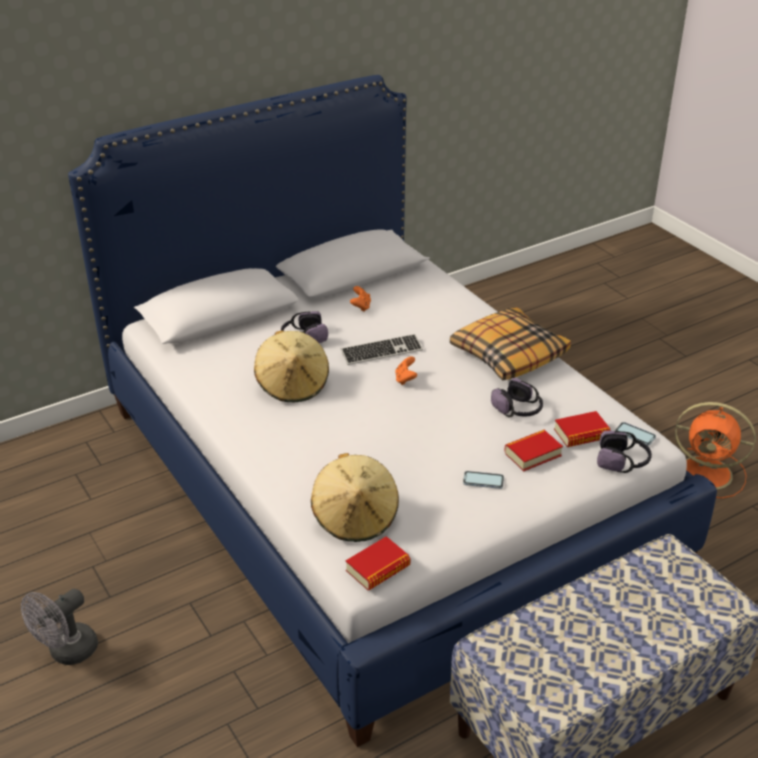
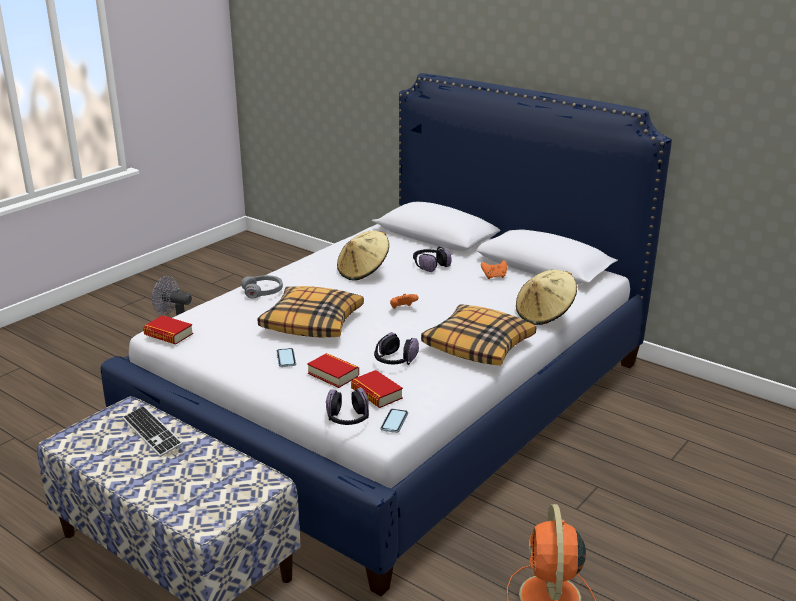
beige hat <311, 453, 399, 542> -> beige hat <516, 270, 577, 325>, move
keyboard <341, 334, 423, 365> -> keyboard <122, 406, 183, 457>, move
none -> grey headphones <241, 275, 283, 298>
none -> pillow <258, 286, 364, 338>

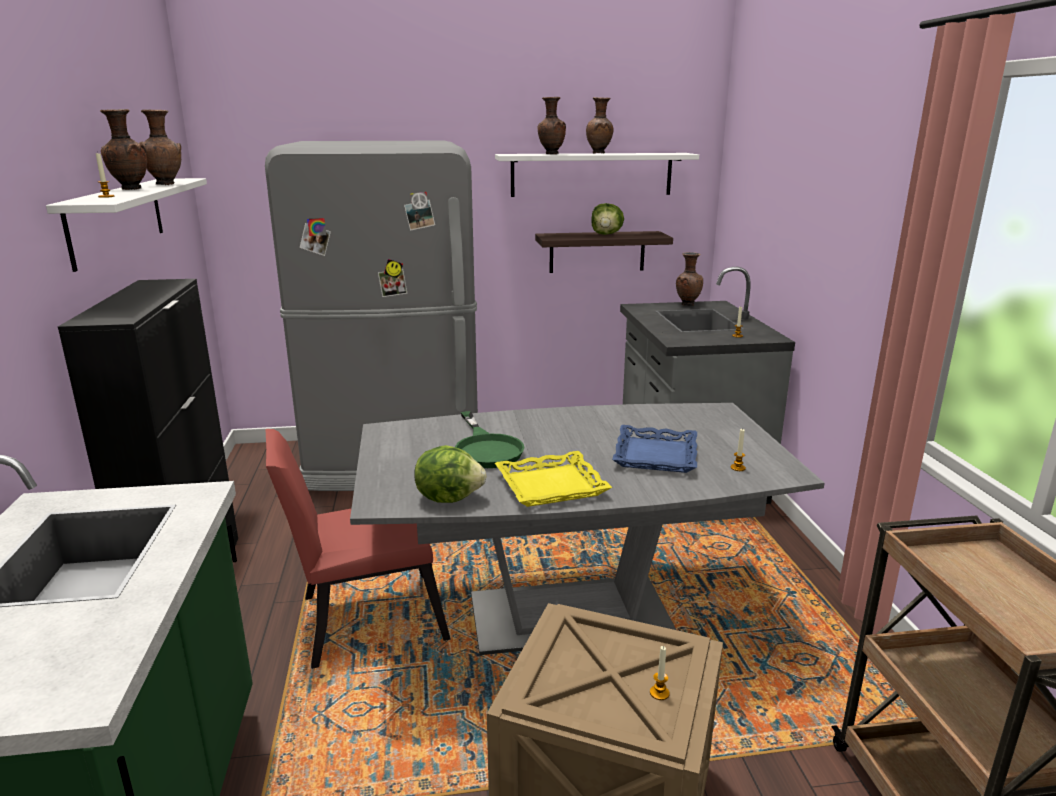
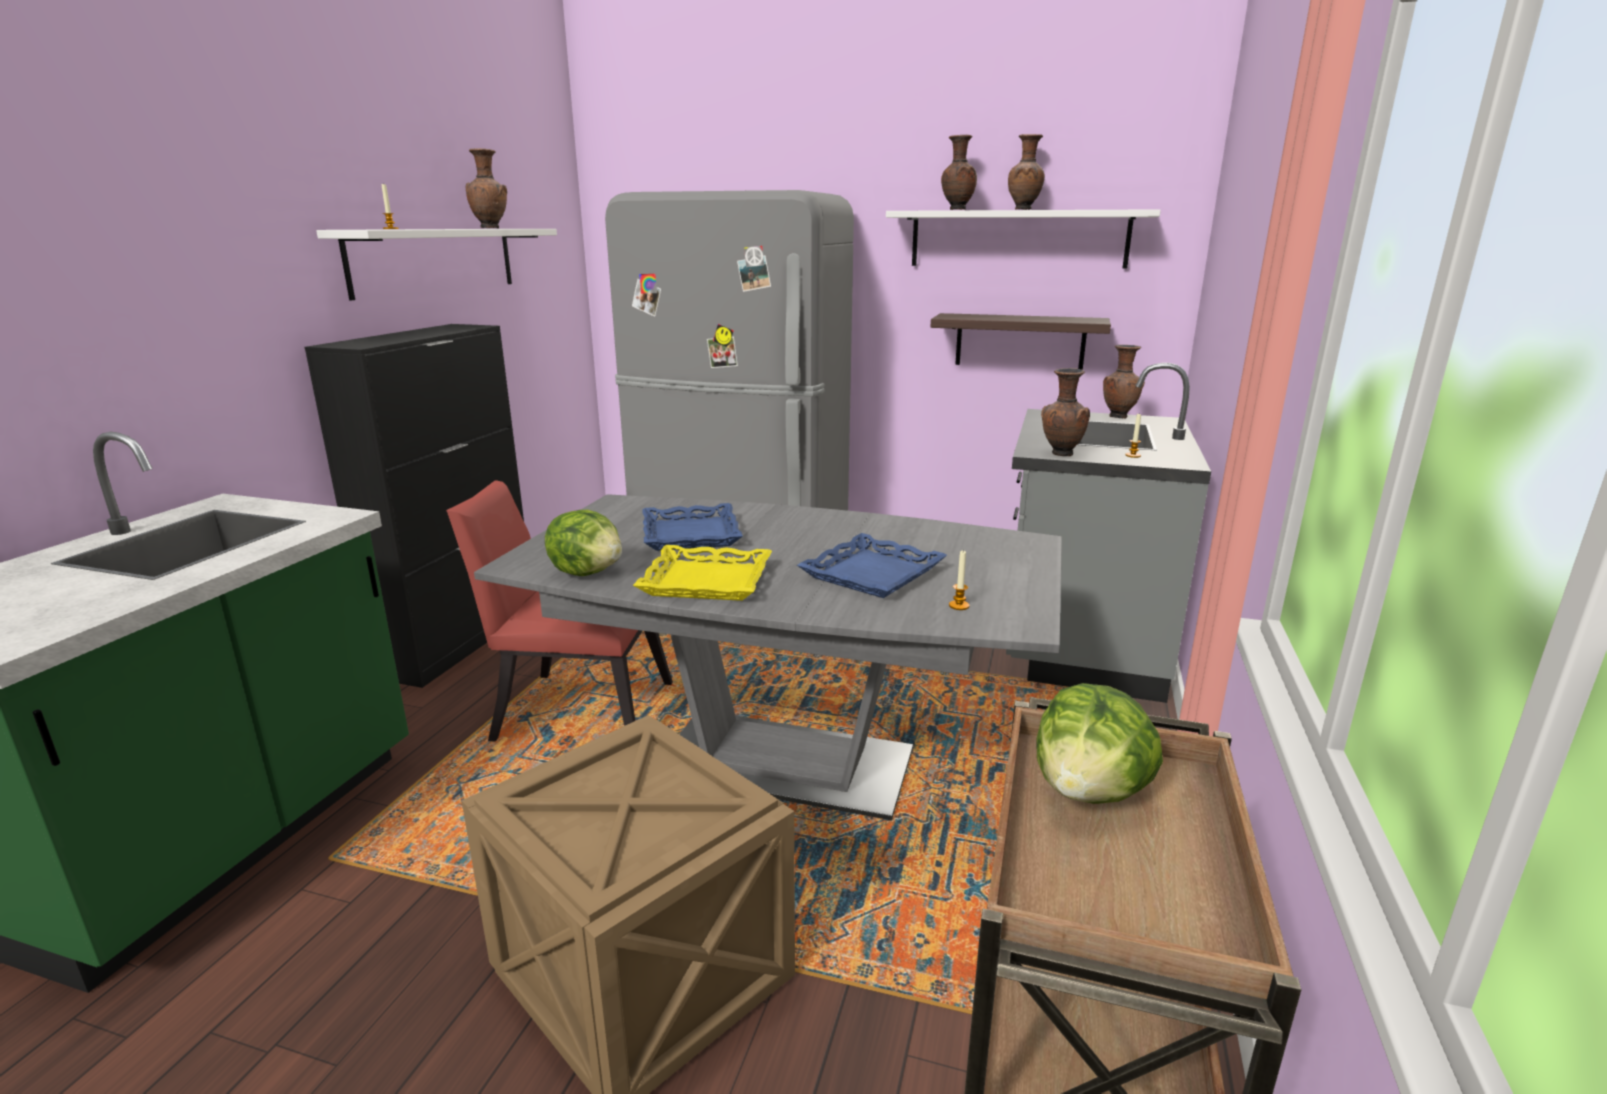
brown vase <100, 109, 147, 190> -> brown vase <1041, 368, 1090, 456>, move
green frying pan <455, 411, 525, 468> -> blue tray <642, 503, 743, 551>
lettuce <591, 203, 624, 235> -> lettuce <1036, 683, 1163, 804>, move
candle <650, 646, 670, 700> -> none

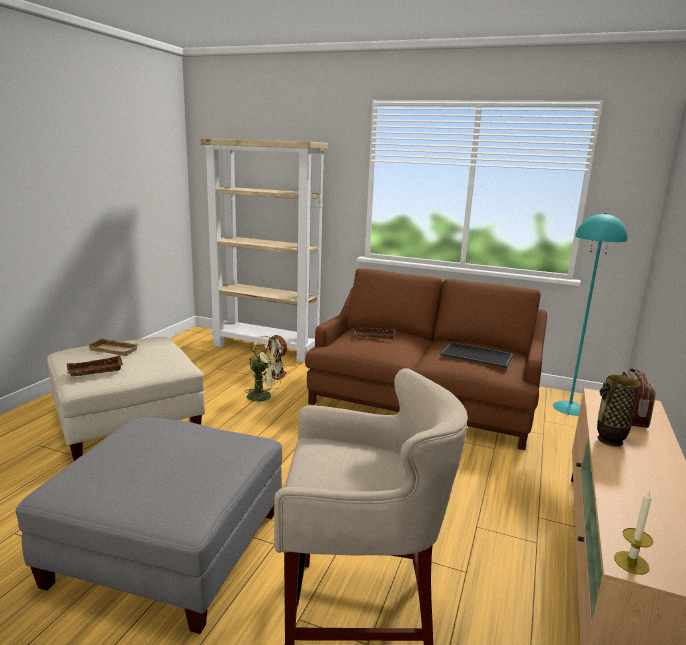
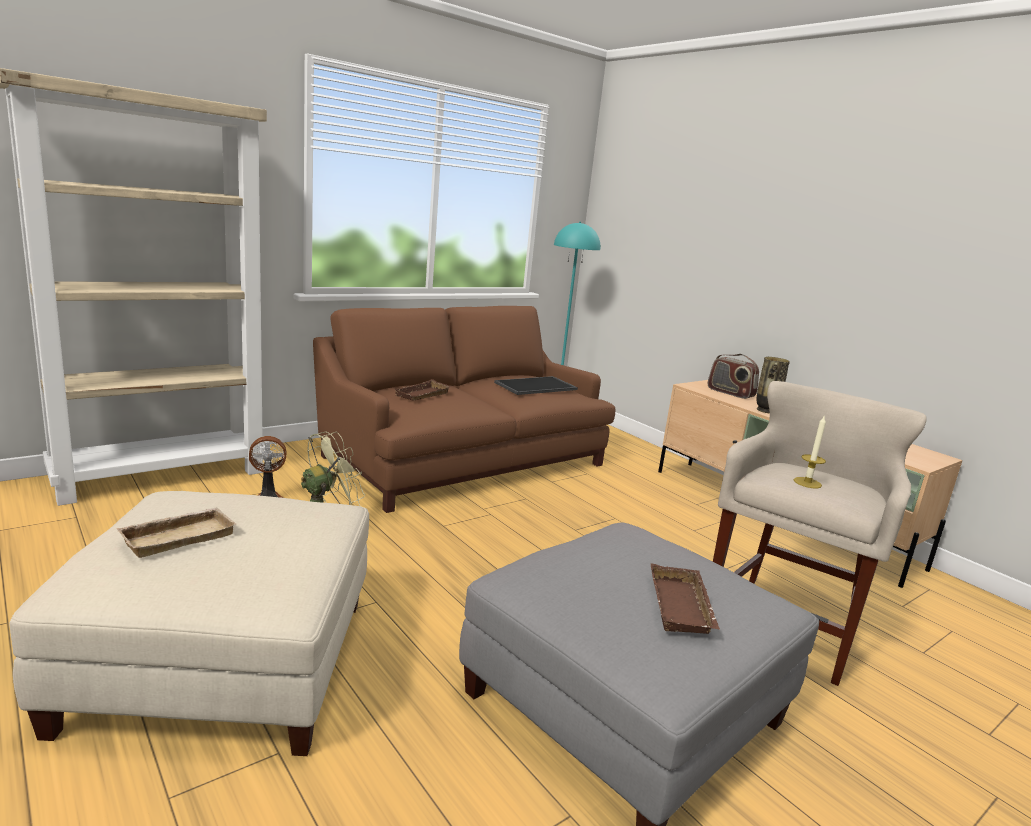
brown tray <67, 355, 123, 377> -> brown tray <651, 564, 720, 634>, move
candle <614, 490, 653, 575> -> candle <794, 415, 826, 488>, move

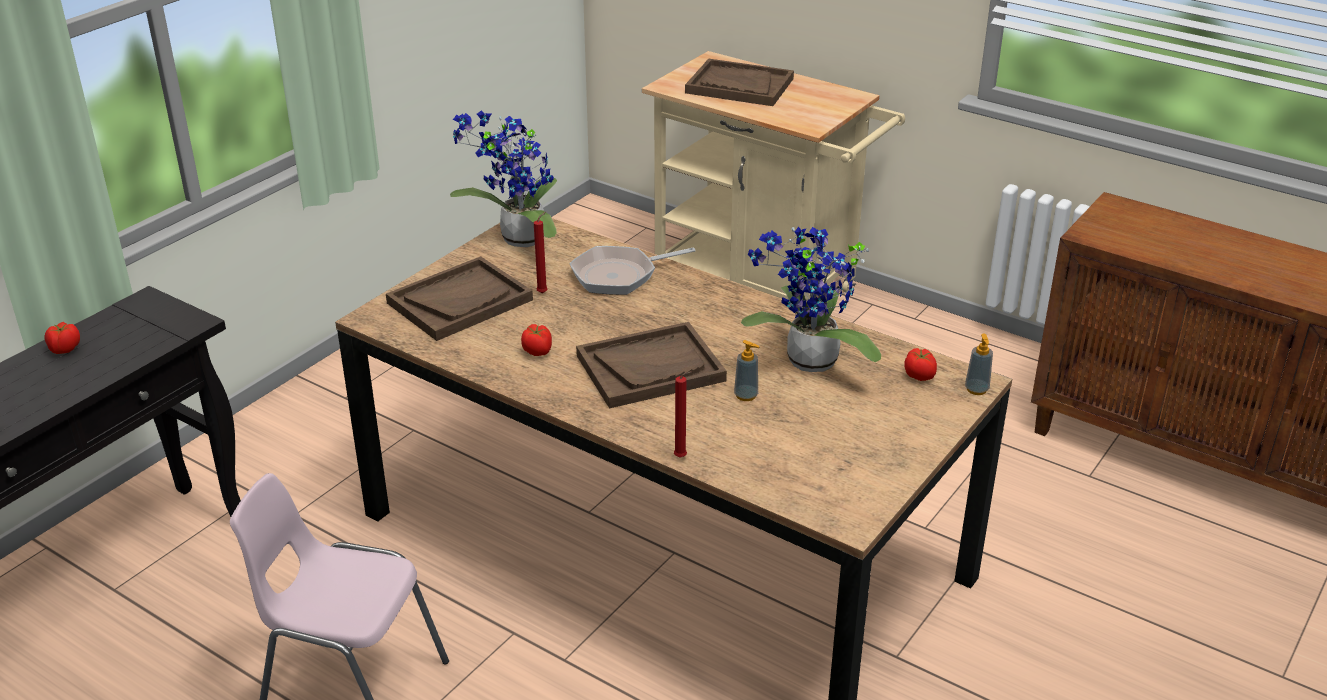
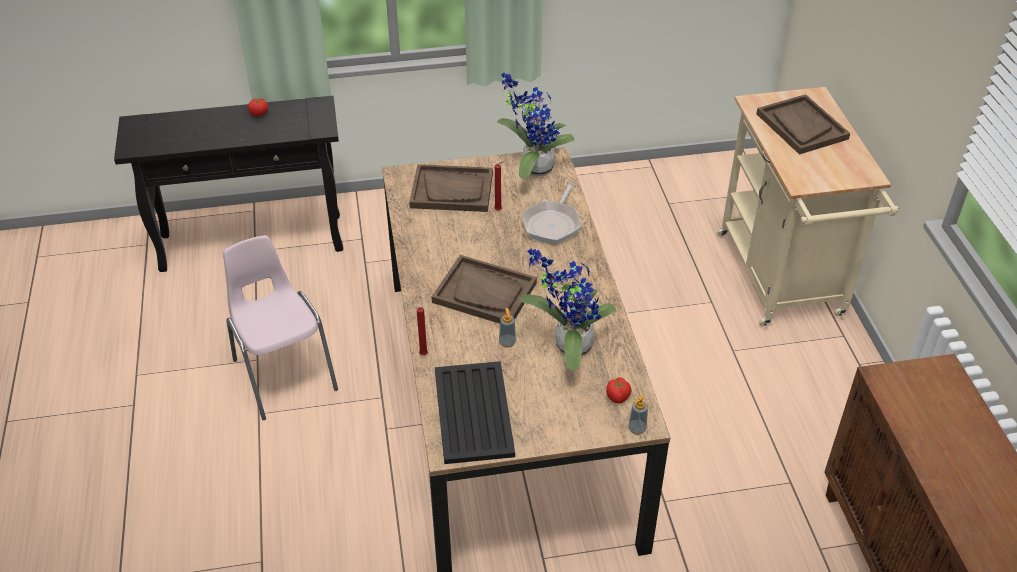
tomato <521, 324, 552, 356> -> none
frying pan <569, 246, 695, 295> -> frying pan <522, 182, 581, 244>, 90 degrees counterclockwise
none -> black tray <435, 361, 515, 464>

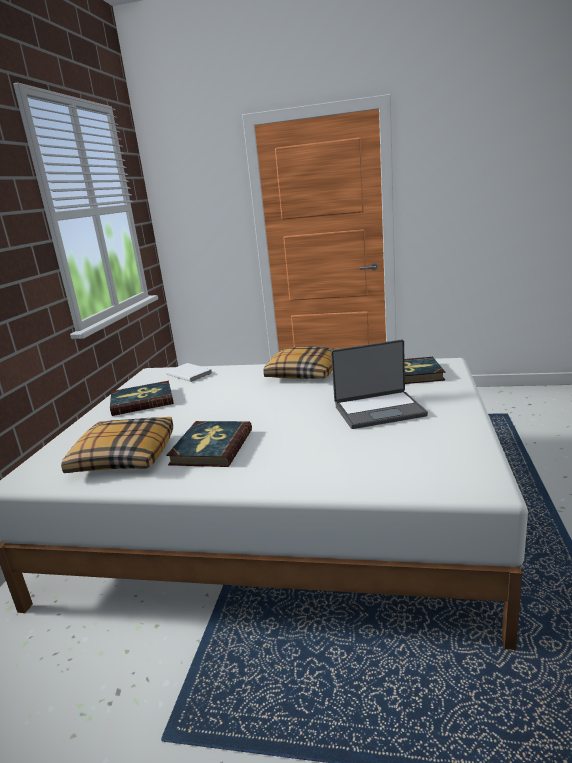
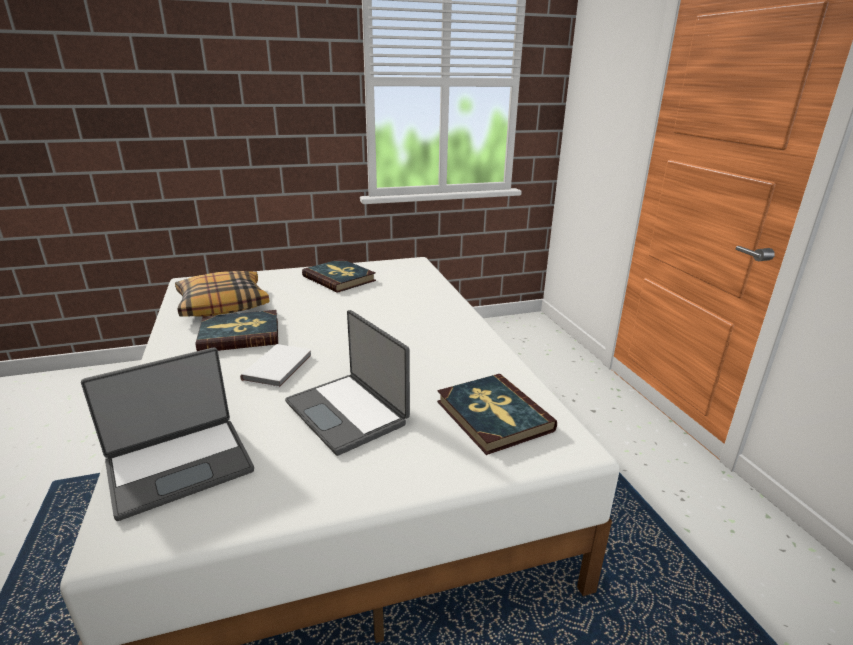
white book <166, 363, 212, 382> -> white book <240, 344, 312, 388>, move
pillow <263, 346, 339, 379> -> none
none -> laptop <81, 347, 254, 521>

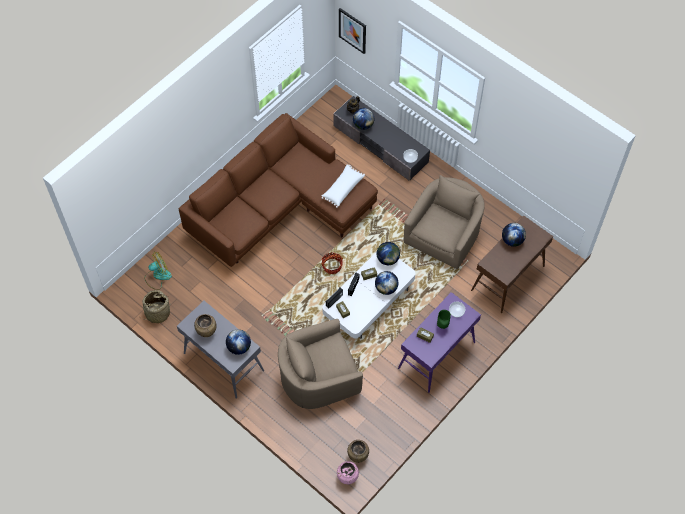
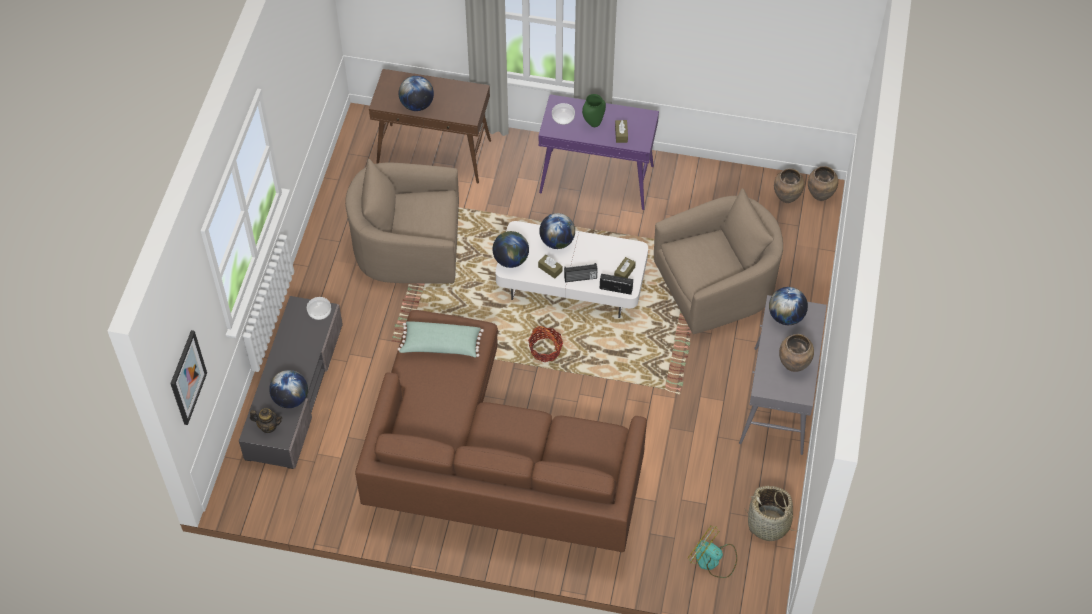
beige armchair <278, 319, 363, 409> -> beige armchair <654, 188, 783, 334>, 60 degrees counterclockwise
white pillow <322, 164, 365, 208> -> green pillow <398, 321, 484, 357>
pink vase <337, 461, 359, 484> -> brown vase <808, 166, 838, 201>

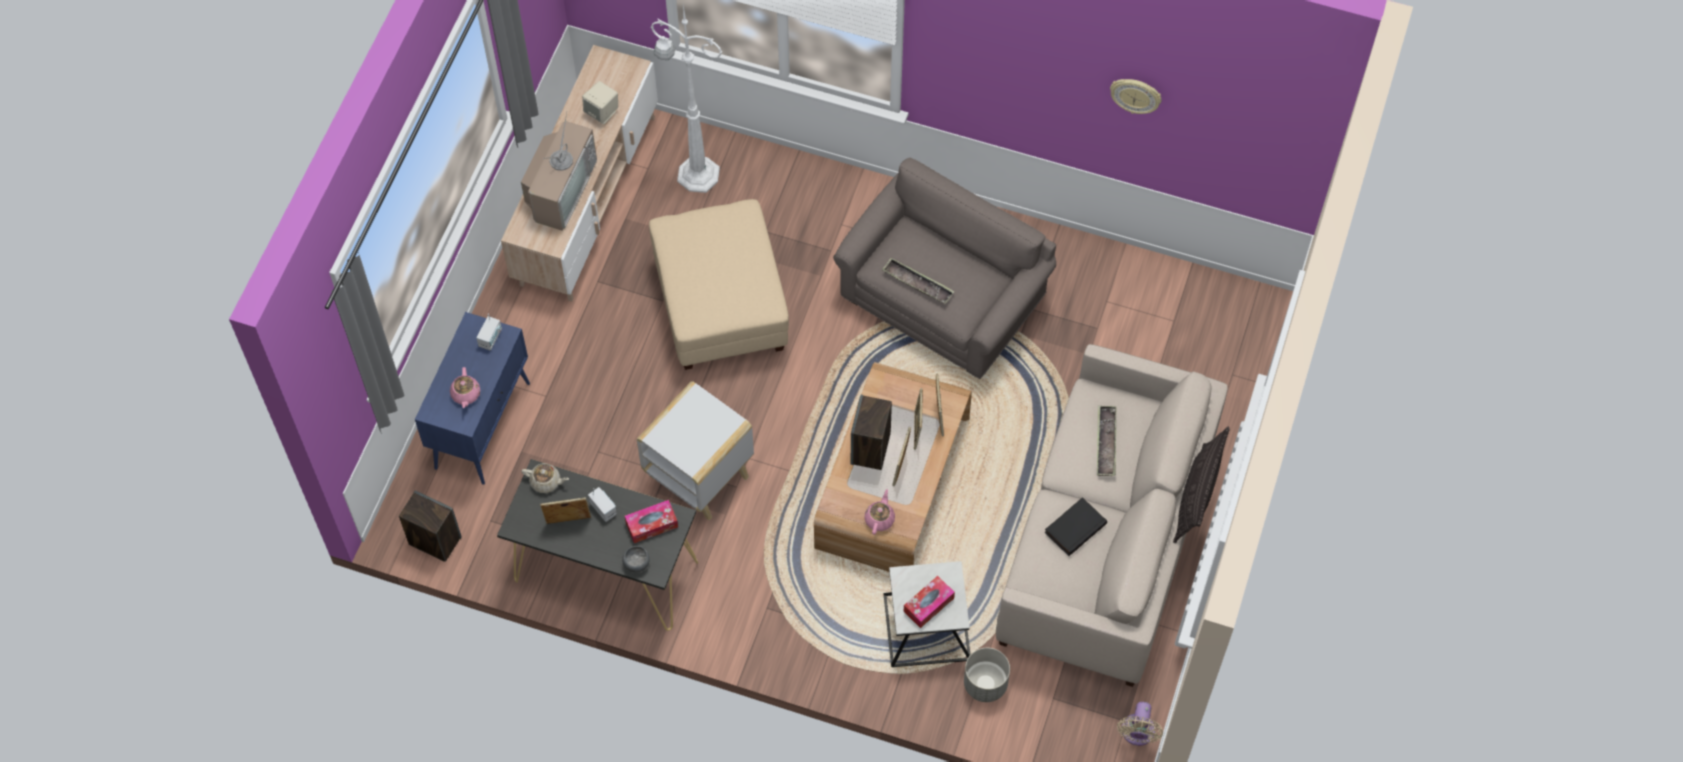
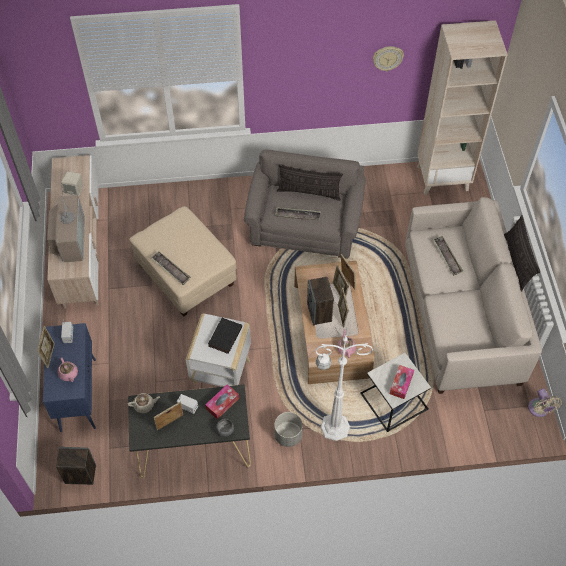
white floor lamp <651, 5, 722, 193> -> white floor lamp <315, 328, 373, 441>, move
grey planter <964, 648, 1010, 702> -> grey planter <274, 412, 303, 447>, move
black book <1044, 497, 1107, 556> -> black book <208, 318, 242, 354>, move
none -> picture frame <37, 326, 55, 368>
none -> tray <151, 251, 191, 285>
none -> pillow <277, 164, 343, 201>
none -> beige bookcase <417, 20, 508, 195>

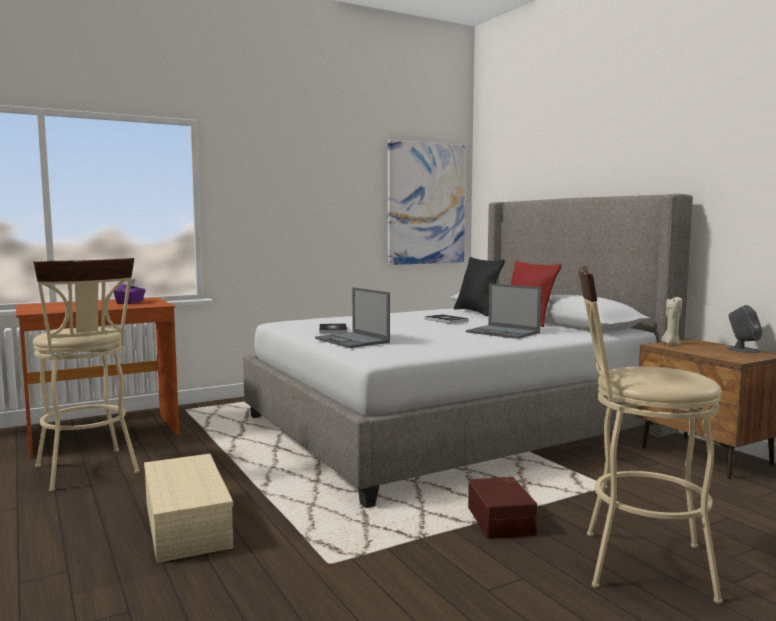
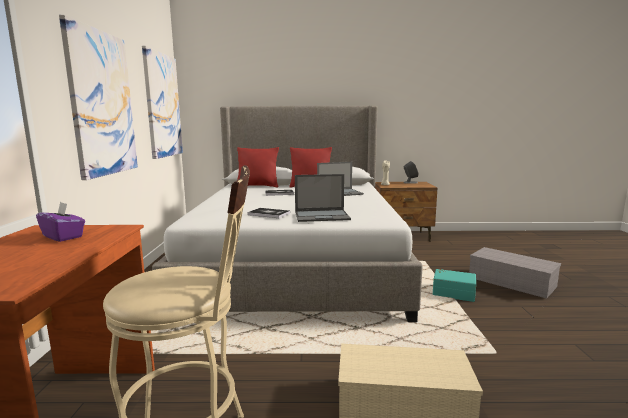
black pillow <454, 257, 505, 316> -> red pillow <237, 147, 279, 187>
brown storage box <468, 477, 537, 539> -> turquoise storage box <433, 269, 476, 302>
beige stool <578, 266, 722, 604> -> grey storage box <469, 247, 561, 299>
none -> picture <59, 15, 138, 180>

